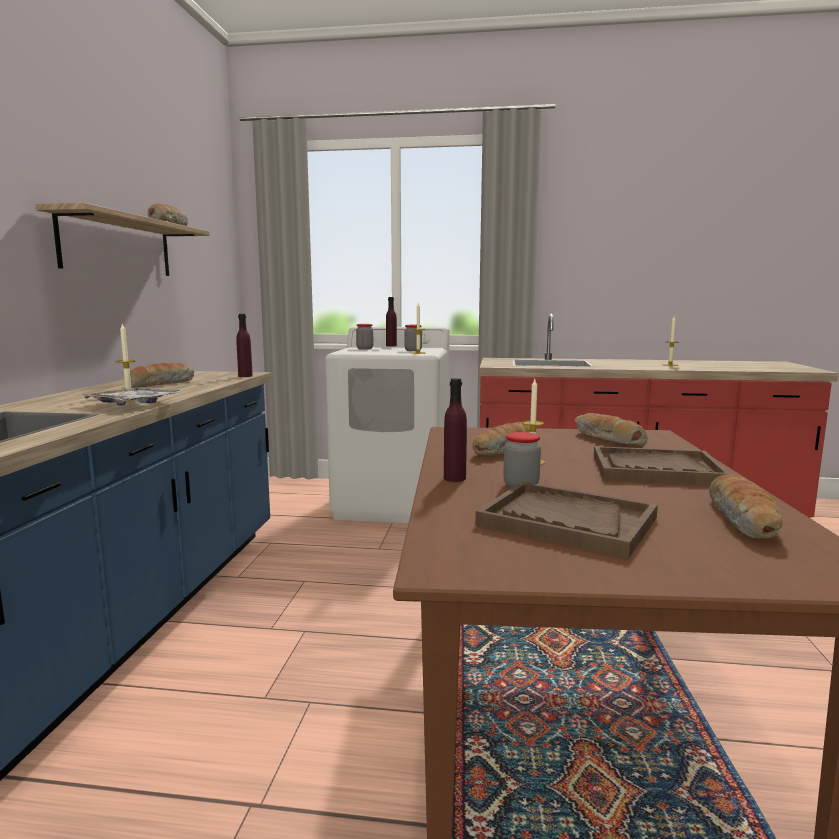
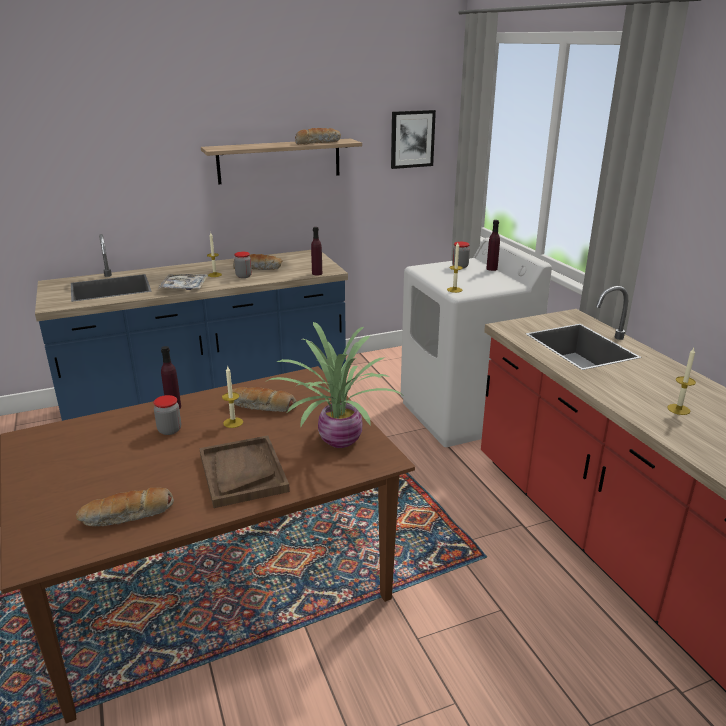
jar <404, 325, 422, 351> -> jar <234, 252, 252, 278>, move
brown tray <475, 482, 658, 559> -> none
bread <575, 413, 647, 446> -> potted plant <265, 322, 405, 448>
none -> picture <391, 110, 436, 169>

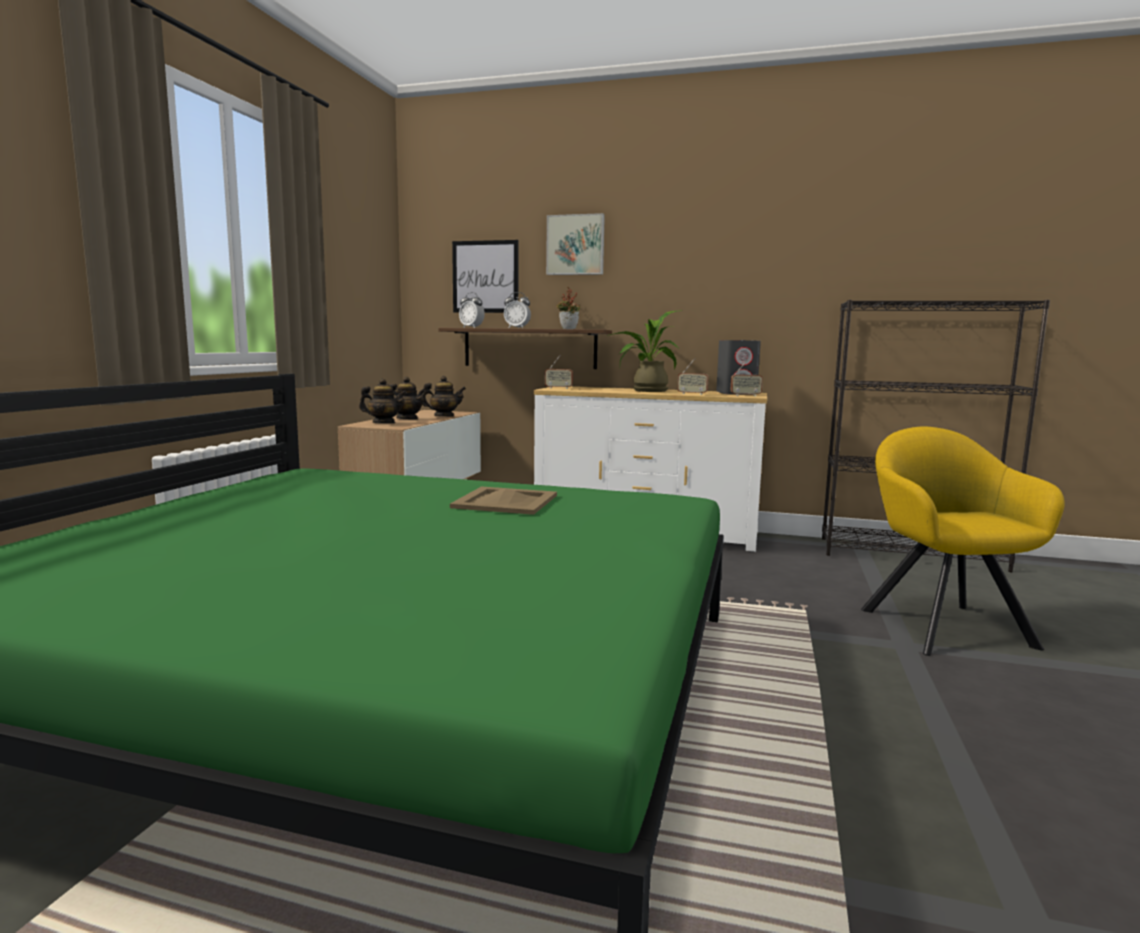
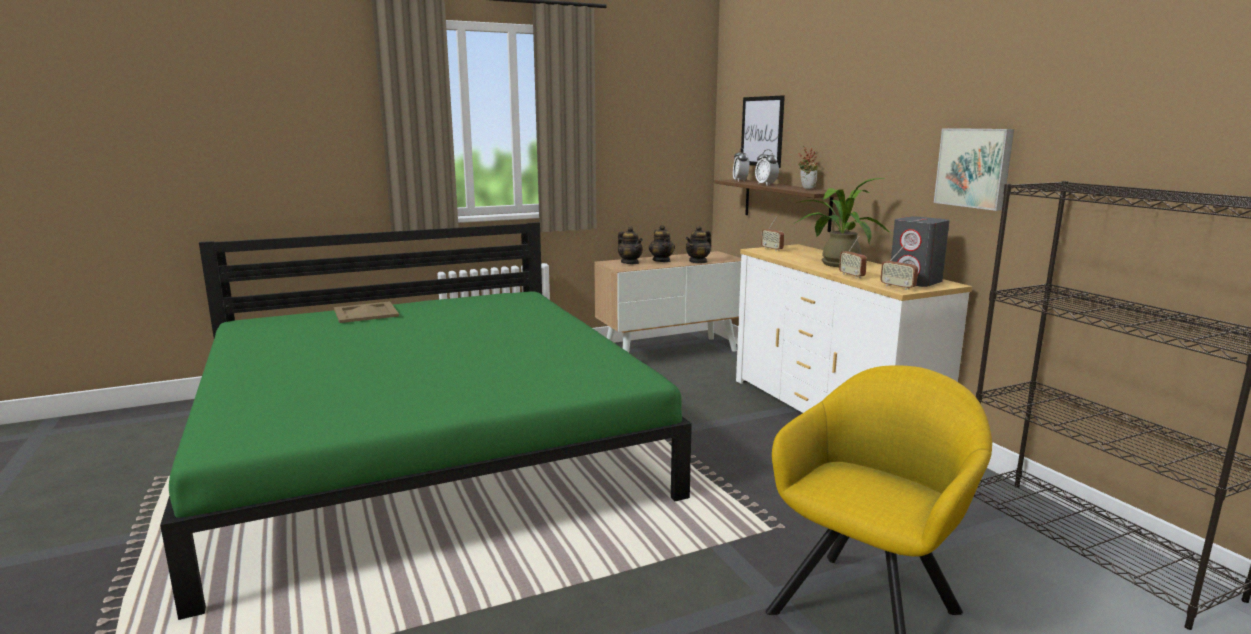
teapot <422, 376, 466, 417> -> teapot <686, 225, 711, 264>, 90 degrees clockwise
beige tray <450, 486, 557, 515> -> beige tray <334, 301, 399, 323>, move
picture <546, 213, 605, 275> -> picture <934, 128, 1014, 211>, move

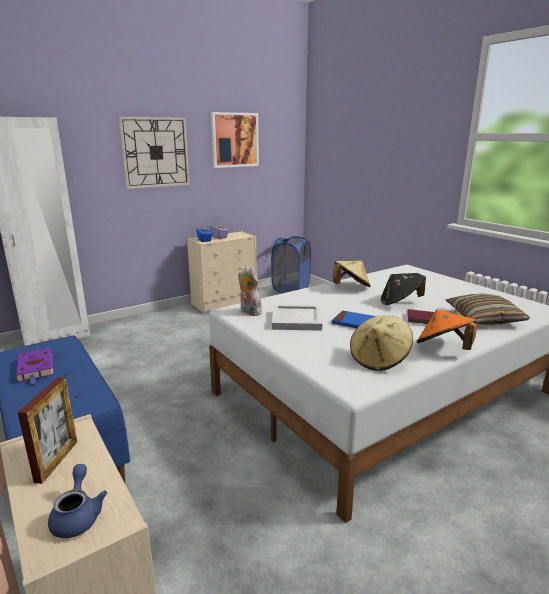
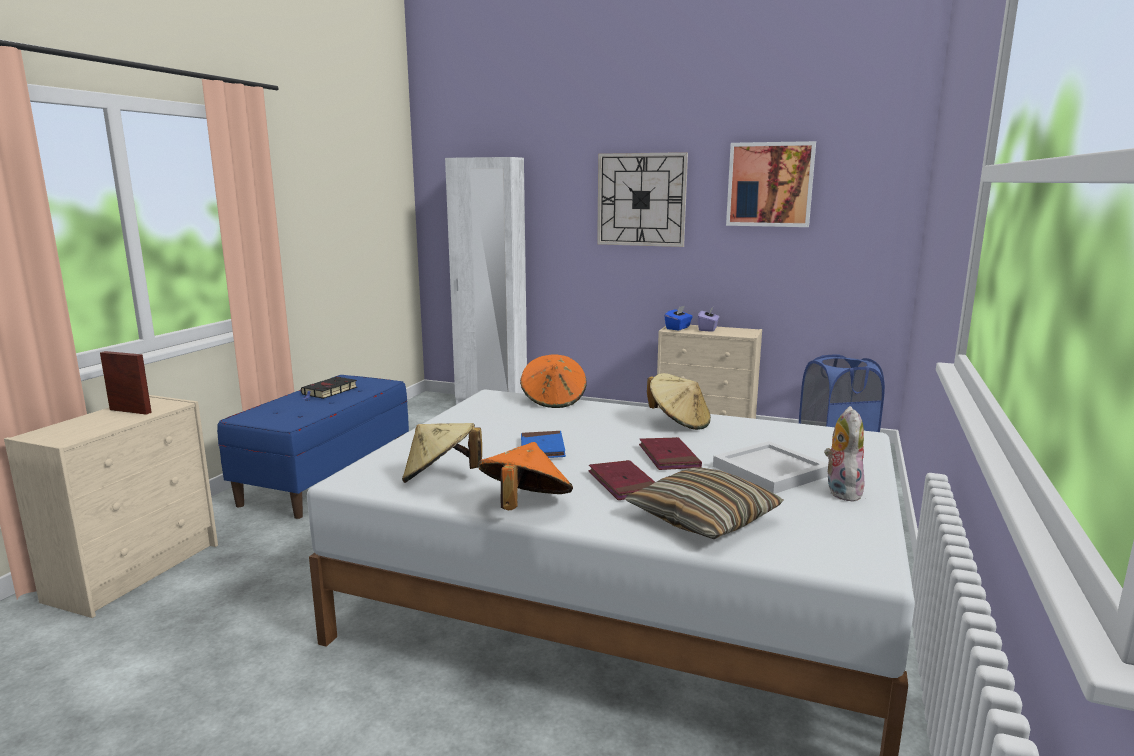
purple book <16, 348, 54, 385> -> black book <301, 377, 357, 399>
picture frame <18, 377, 77, 484> -> picture frame <100, 351, 152, 415>, 135 degrees counterclockwise
blue teapot <48, 464, 107, 538> -> none
plush toy <238, 267, 262, 316> -> plush toy <824, 406, 864, 501>, move
white tray <272, 305, 322, 331> -> white tray <713, 441, 828, 494>, move
black hat <381, 273, 426, 305> -> red book <639, 437, 702, 470>
none -> orange hat <520, 354, 587, 408>

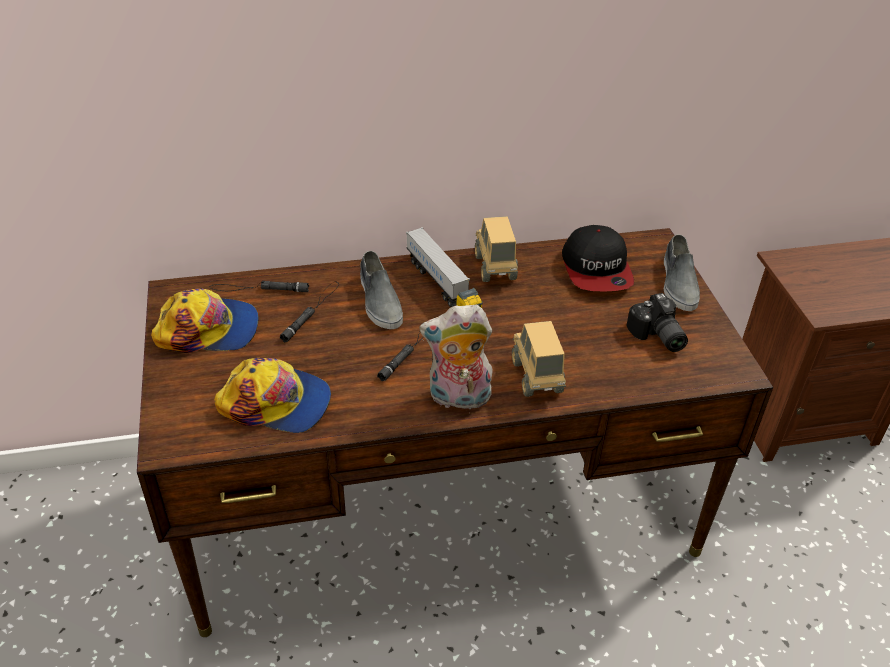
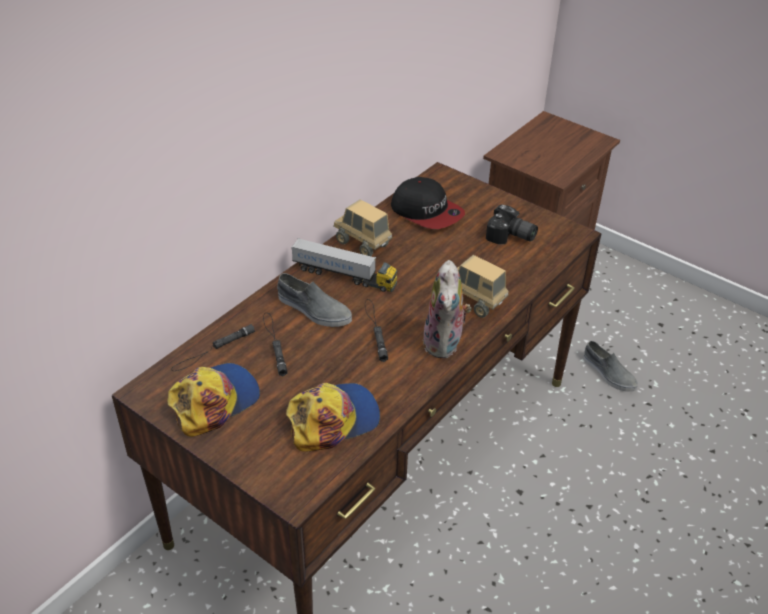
plush toy <419, 305, 493, 410> -> plush toy <423, 260, 472, 358>, 45 degrees counterclockwise
grey shoe <664, 235, 700, 311> -> grey shoe <583, 341, 638, 392>, move

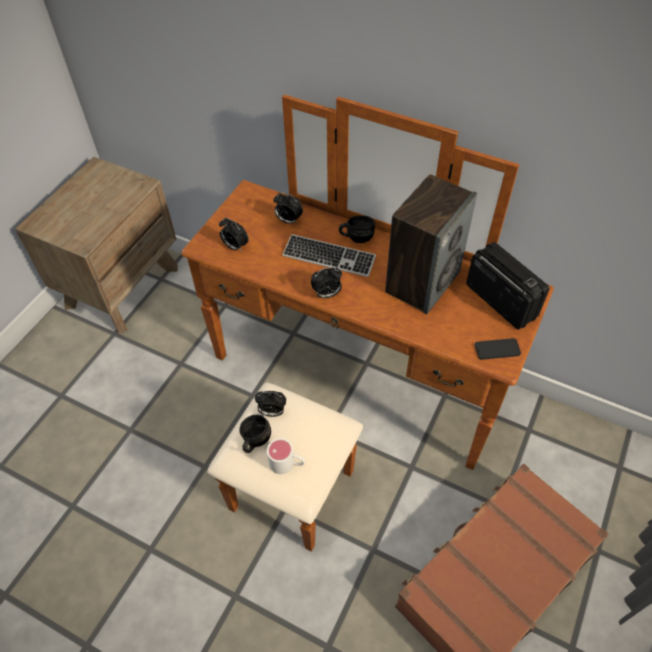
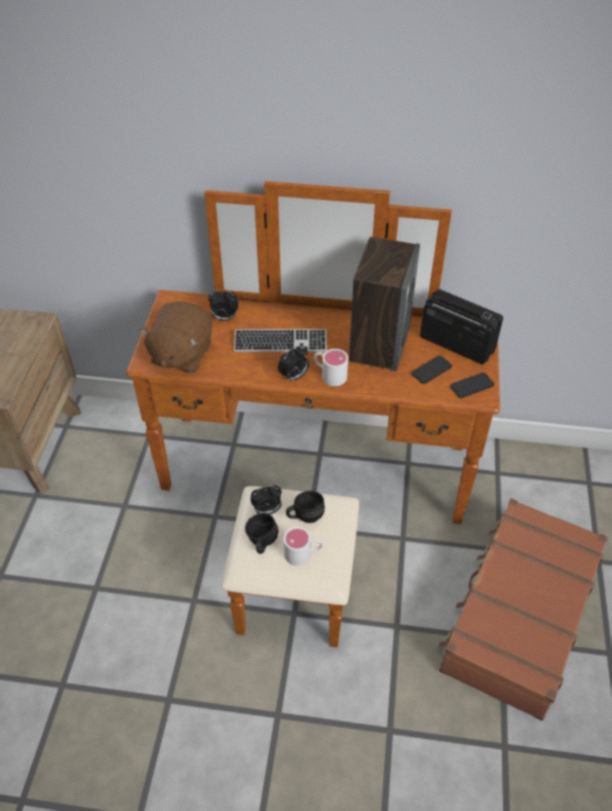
alarm clock <219, 218, 249, 251> -> brown plush toy <139, 301, 212, 373>
black mug <339, 215, 375, 243> -> black mug <286, 491, 325, 523>, move
none -> white mug <314, 349, 348, 386>
none -> phone <411, 356, 452, 384>

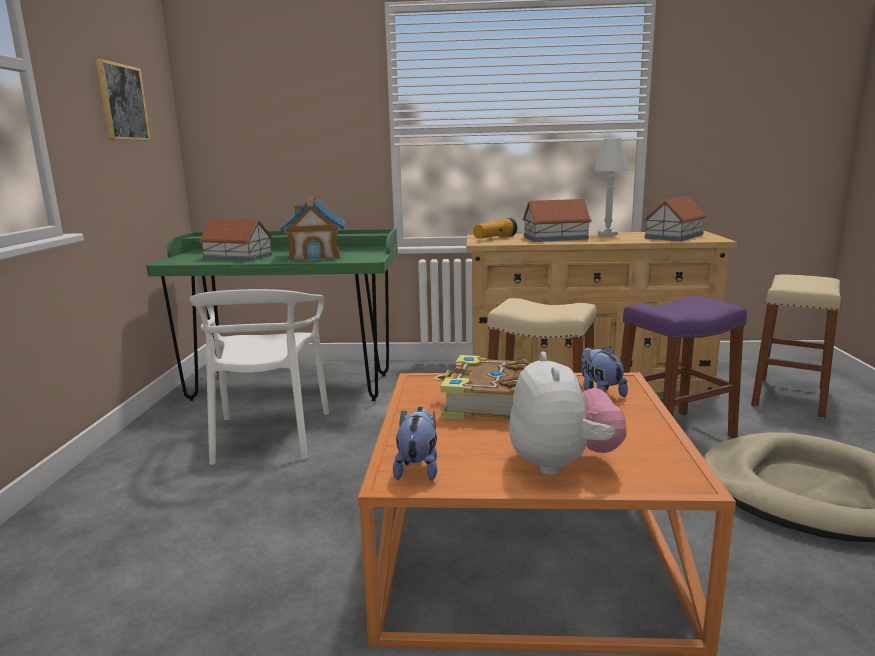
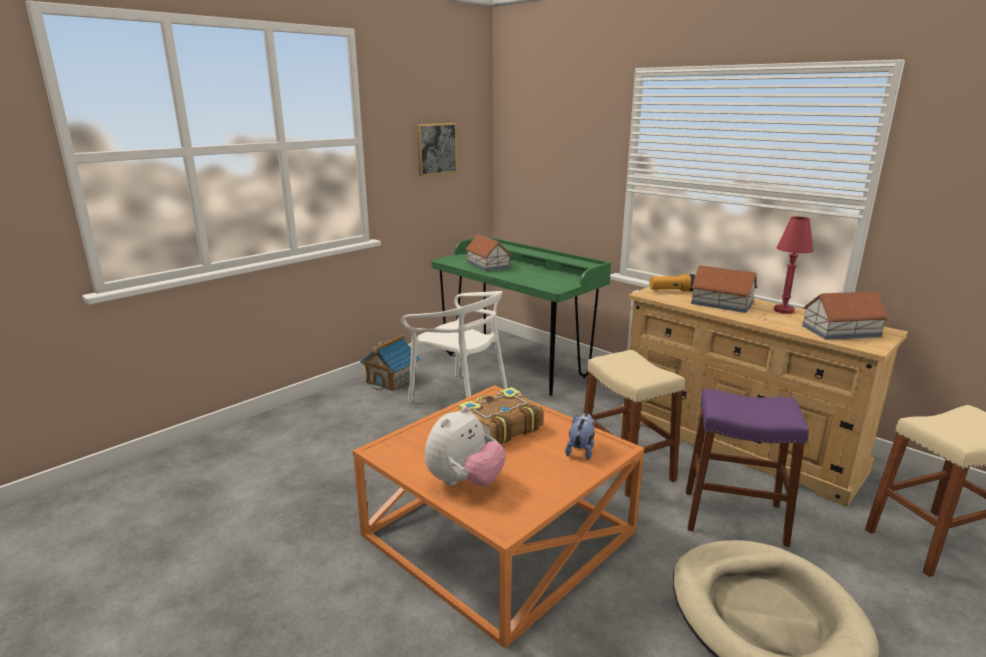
white chair <189, 289, 329, 465> -> white chair <401, 291, 508, 402>, 90 degrees counterclockwise
toy house <279, 196, 345, 262> -> toy house <360, 335, 420, 391>, move
plush toy <393, 407, 437, 481> -> none
white table lamp <594, 138, 628, 236> -> red table lamp <774, 217, 813, 314>

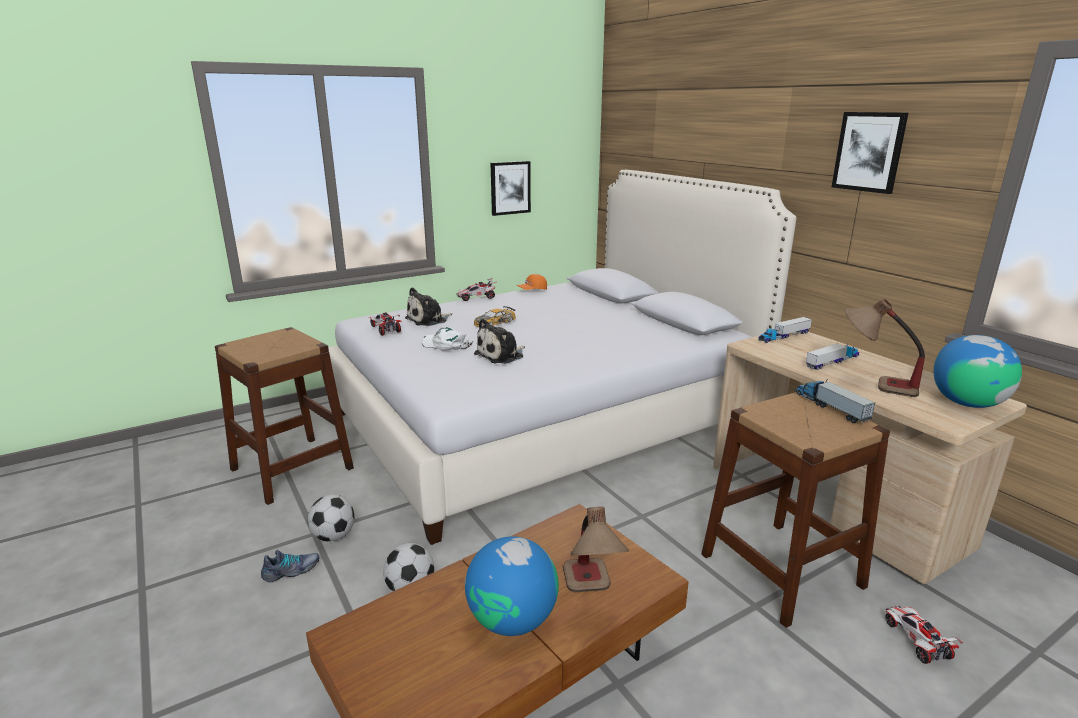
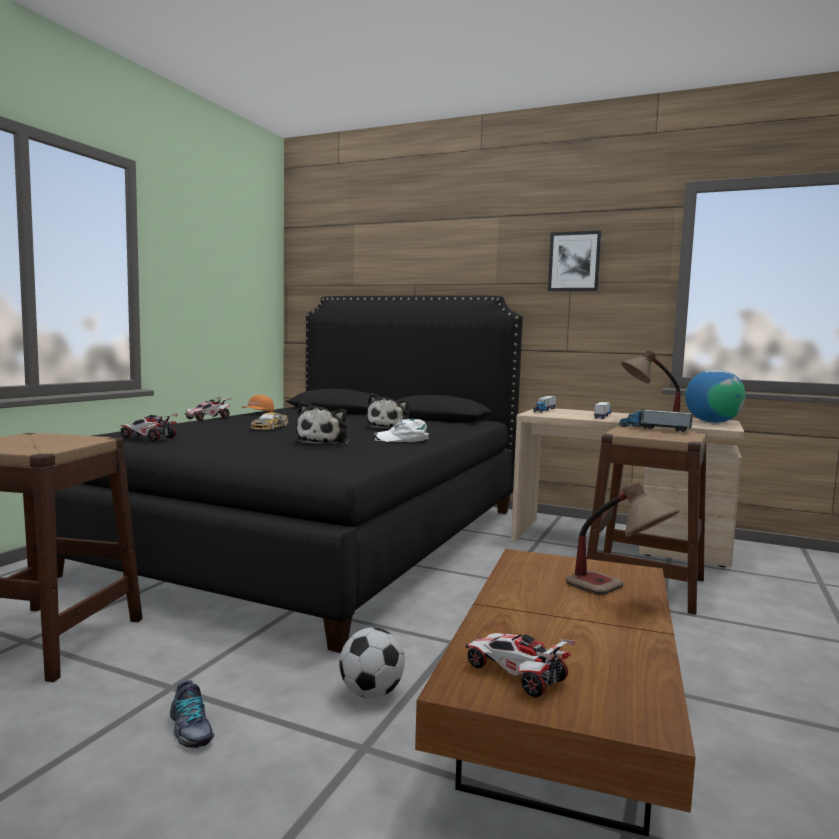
shoe <261, 550, 319, 583> -> shoe <170, 680, 214, 748>, 120 degrees clockwise
football <308, 494, 354, 542> -> none
white bed <328, 170, 797, 545> -> black bed <55, 295, 523, 653>
plush toy <405, 287, 452, 326> -> plush toy <365, 393, 409, 428>, move
white cap <422, 327, 473, 351> -> white cap <374, 419, 429, 442>, move
globe <465, 536, 559, 636> -> none
picture <490, 161, 531, 216> -> none
toy car <885, 606, 964, 664> -> toy car <465, 633, 576, 698>, move

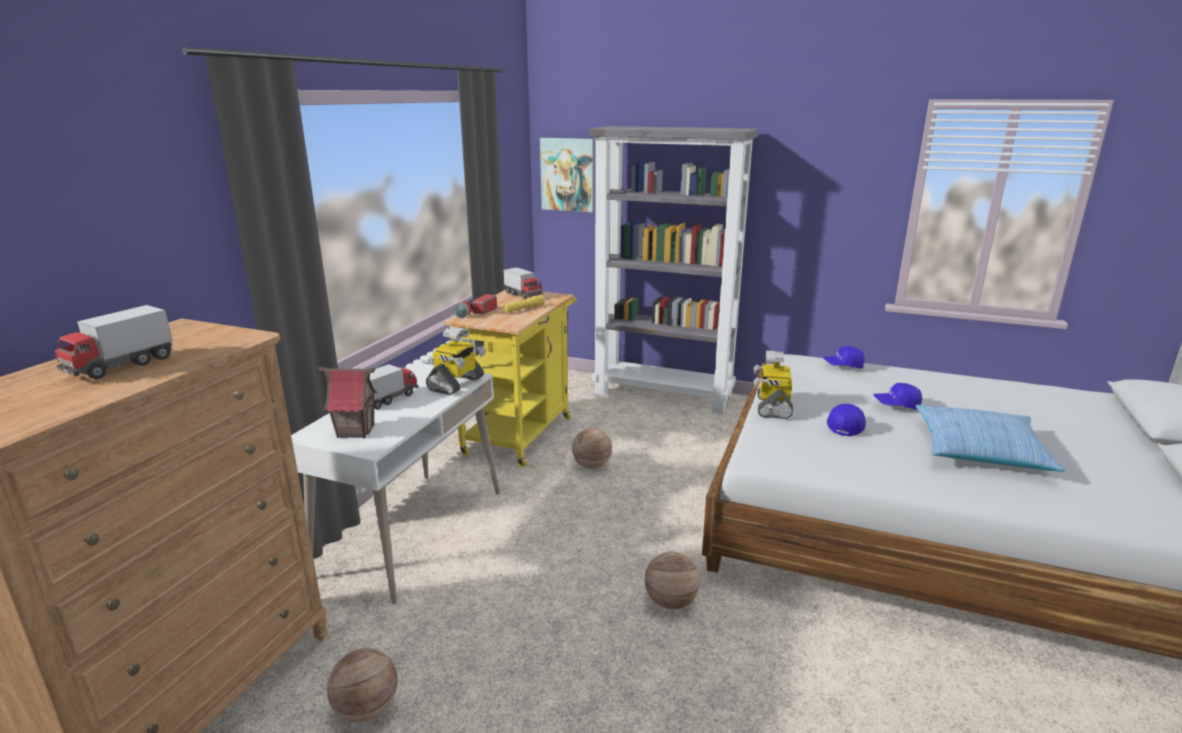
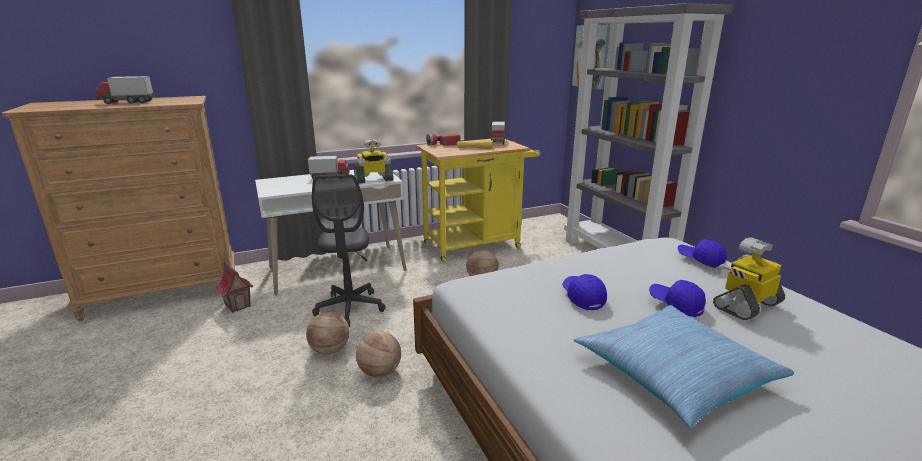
toy house <318, 367, 377, 439> -> toy house <216, 261, 253, 313>, move
basketball <327, 648, 398, 722> -> basketball <306, 312, 350, 354>, move
toy robot <753, 350, 793, 419> -> toy robot <713, 237, 785, 320>, move
blue cap <827, 404, 866, 437> -> blue cap <562, 274, 607, 310>, 90 degrees counterclockwise
none -> grey office chair <312, 174, 385, 327>

